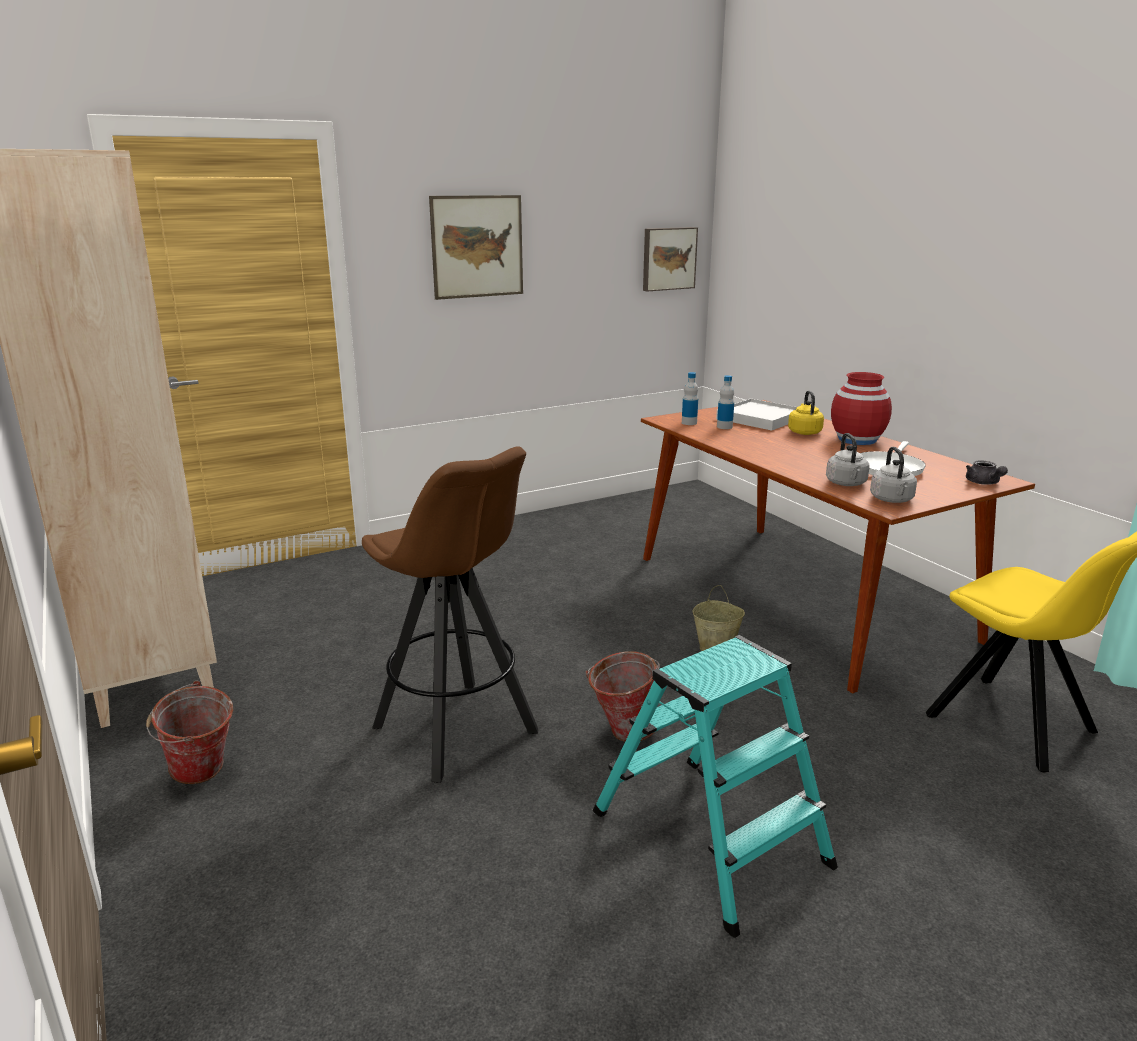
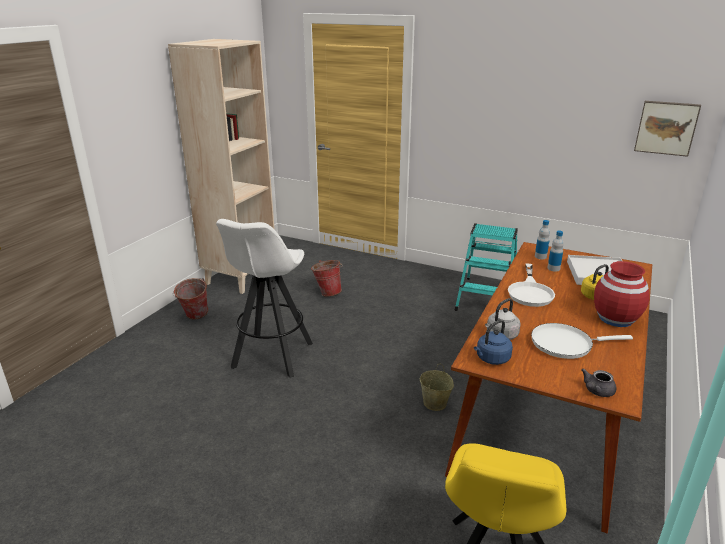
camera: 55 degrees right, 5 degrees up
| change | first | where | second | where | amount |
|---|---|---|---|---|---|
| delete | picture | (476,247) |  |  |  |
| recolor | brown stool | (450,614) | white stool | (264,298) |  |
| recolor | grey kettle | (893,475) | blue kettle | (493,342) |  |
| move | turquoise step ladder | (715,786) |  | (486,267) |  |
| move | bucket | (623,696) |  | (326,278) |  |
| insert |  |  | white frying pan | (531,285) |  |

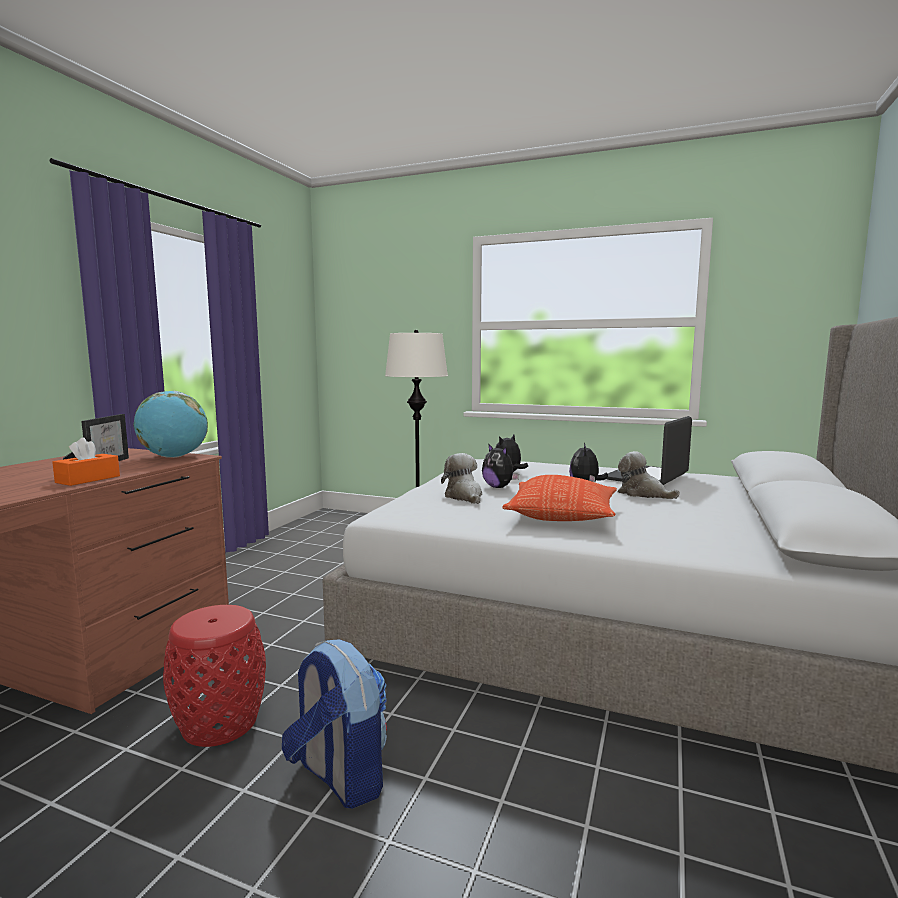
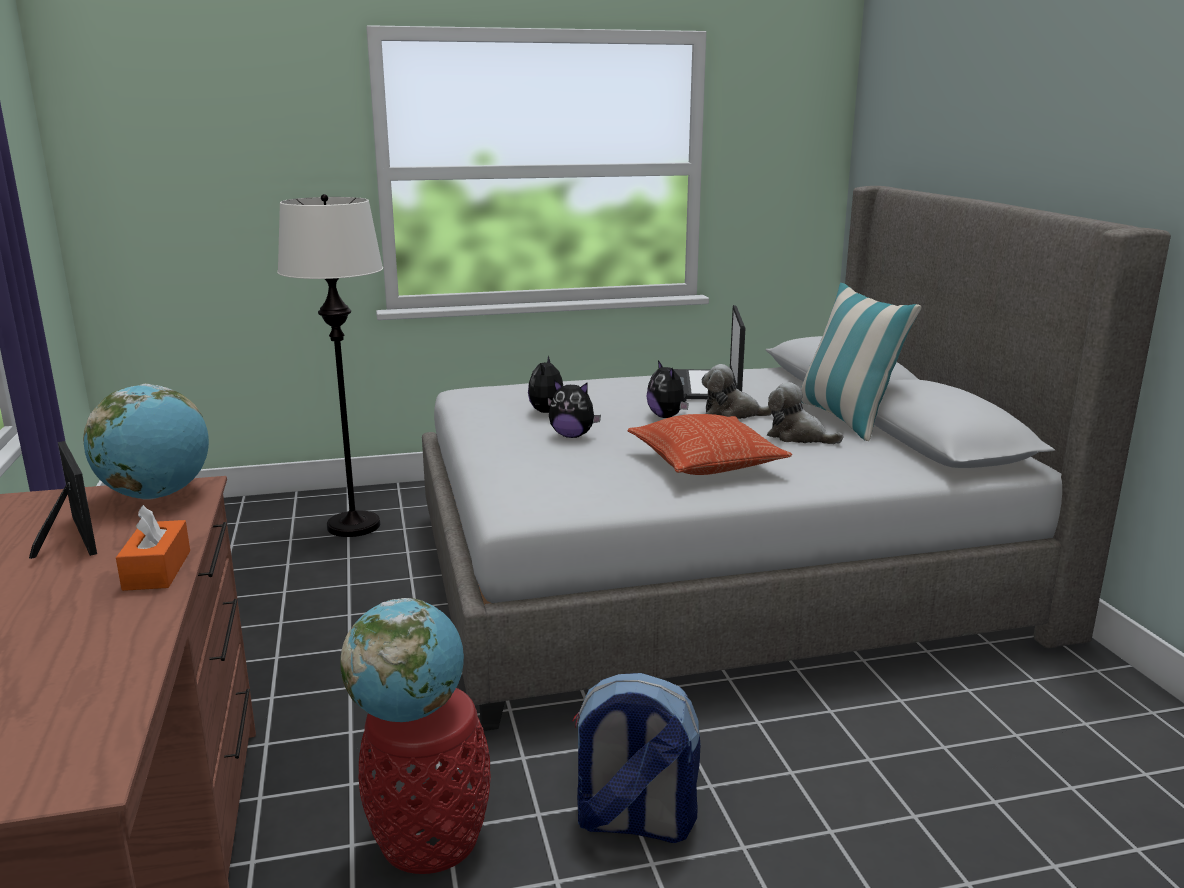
camera: 35 degrees left, 10 degrees up
| change | first | where | second | where | amount |
|---|---|---|---|---|---|
| move | plush toy | (461,478) |  | (805,413) |  |
| insert |  |  | pillow | (861,362) |  |
| insert |  |  | globe | (402,660) |  |

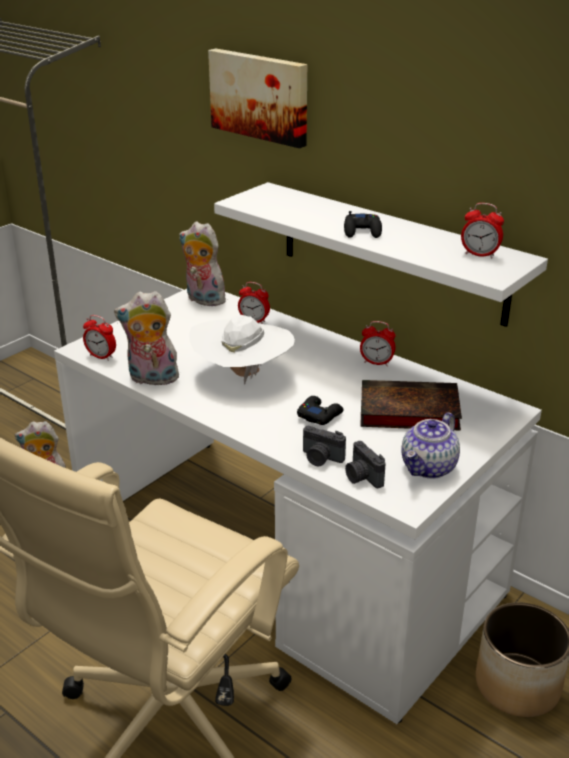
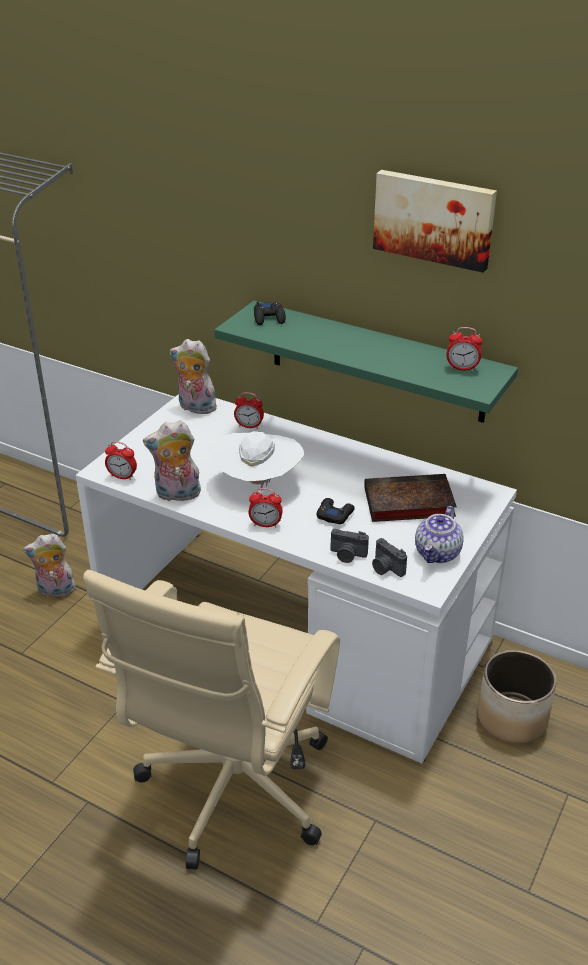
camera: 10 degrees left, 5 degrees up
| change | first | where | second | where | amount |
|---|---|---|---|---|---|
| move | picture | (257,98) |  | (435,221) |  |
| recolor | white shelf | (381,254) | green shelf | (366,362) |  |
| move | black game controller | (363,224) |  | (270,313) |  |
| move | alarm clock | (378,343) |  | (265,507) |  |

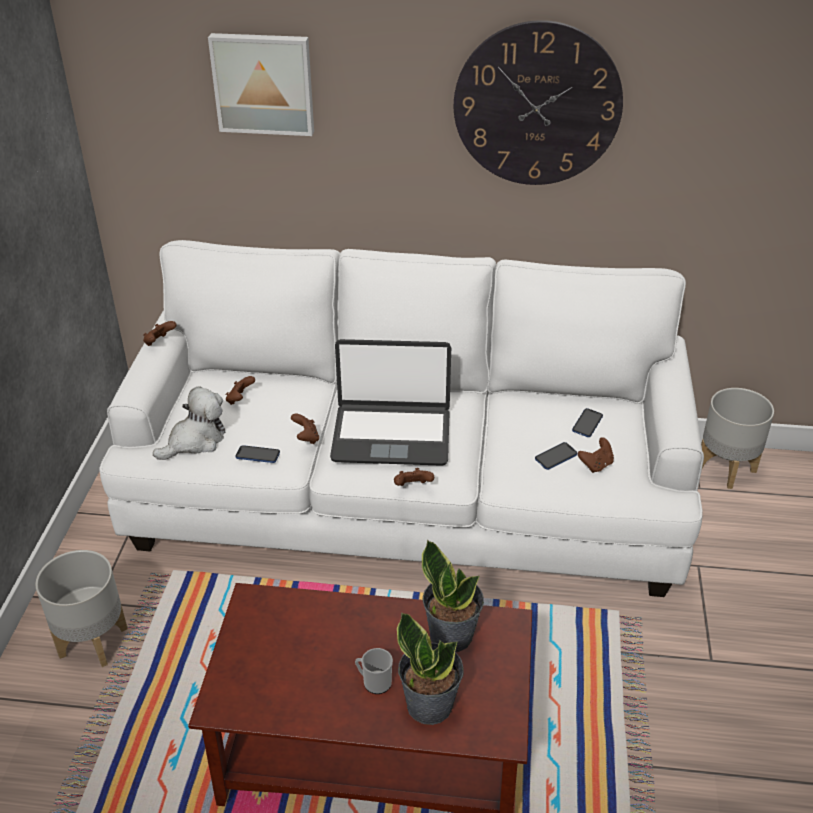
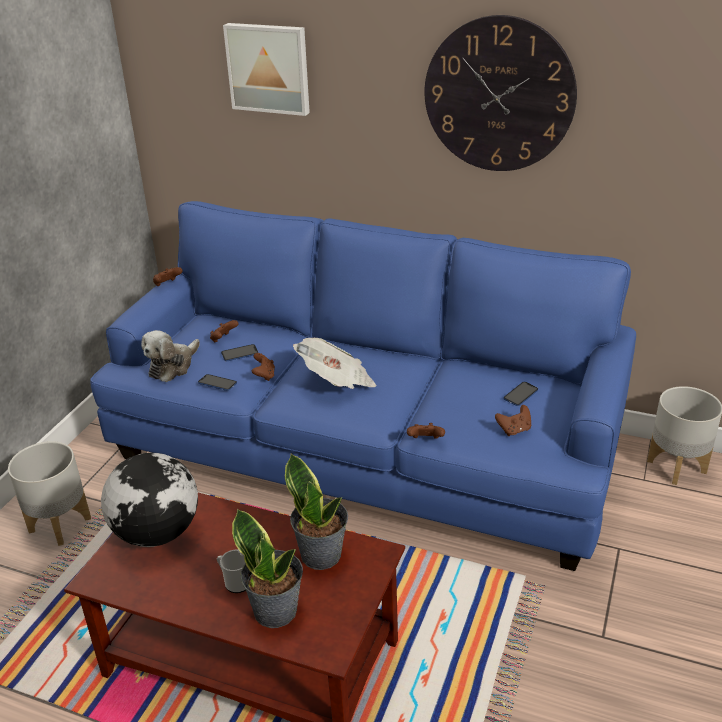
camera: 15 degrees right, 5 degrees down
| change | first | where | second | where | amount |
|---|---|---|---|---|---|
| recolor | white sofa | (402,418) | blue sofa | (363,386) |  |
| replace | laptop | (390,402) | newspaper | (335,363) |  |
| rotate | plush toy | (189,423) |  | (170,356) | 150 degrees clockwise |
| move | phone | (556,456) |  | (239,352) |  |
| move | brown game controller | (414,477) |  | (426,431) |  |
| insert |  |  | globe | (149,500) |  |

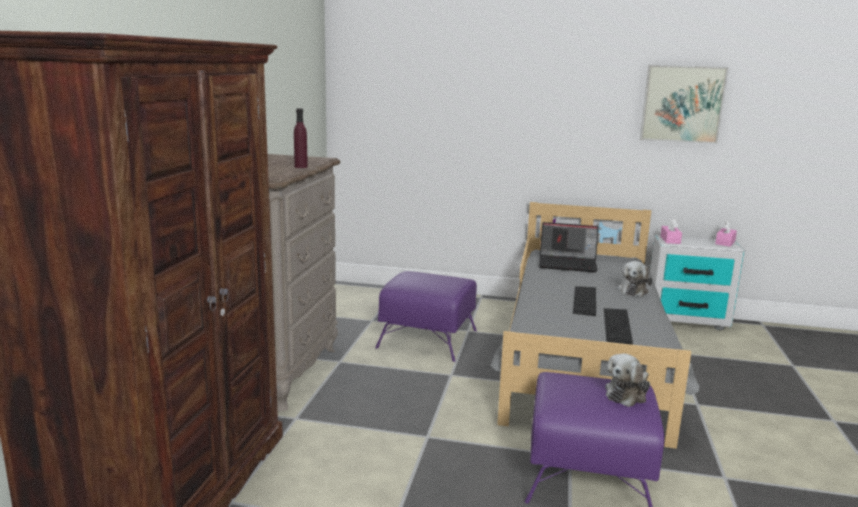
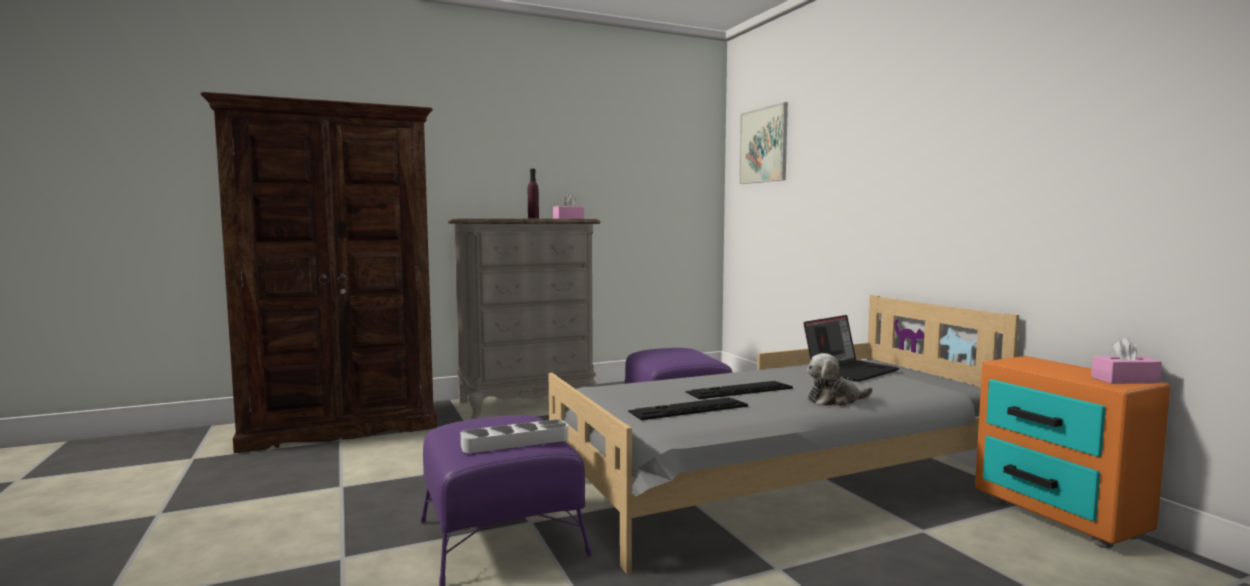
camera: 55 degrees right, 10 degrees down
| change | first | where | second | where | amount |
|---|---|---|---|---|---|
| move | picture | (684,104) |  | (763,143) |  |
| move | pink tissue box | (671,231) |  | (568,207) |  |
| rotate | laptop | (569,247) |  | (851,348) | 105 degrees counterclockwise |
| recolor | white nightstand | (697,282) | orange nightstand | (1072,452) |  |
| replace | plush toy | (627,380) | grey tray | (514,436) |  |

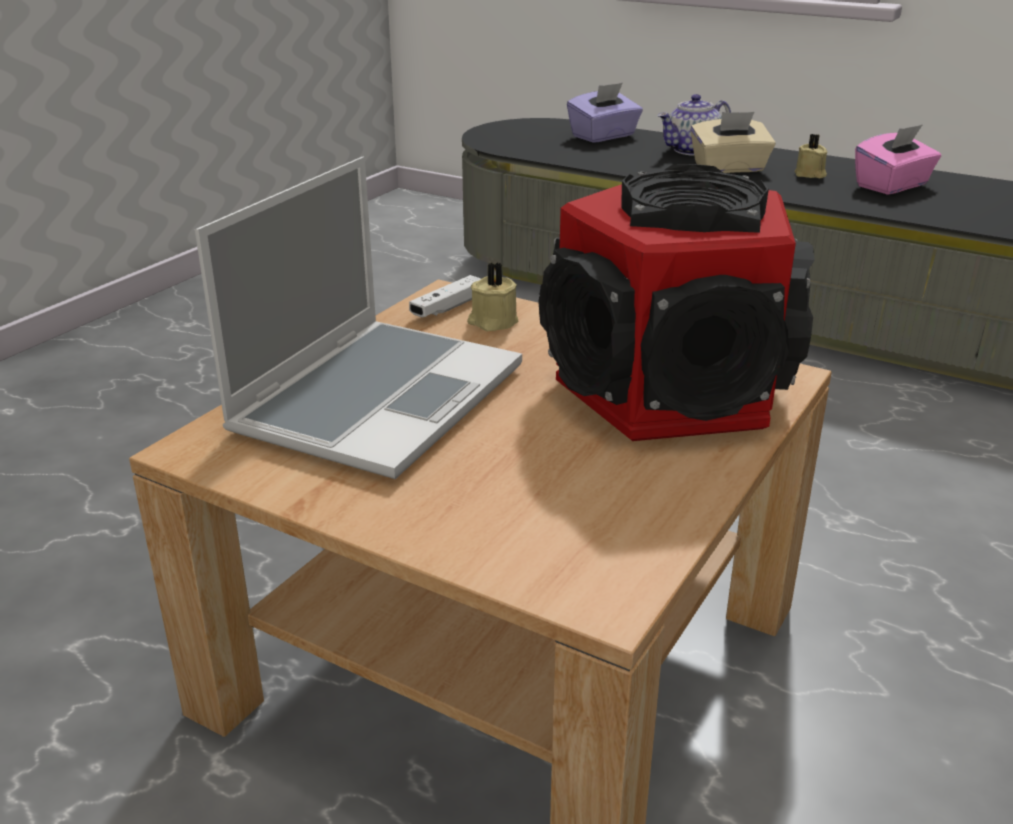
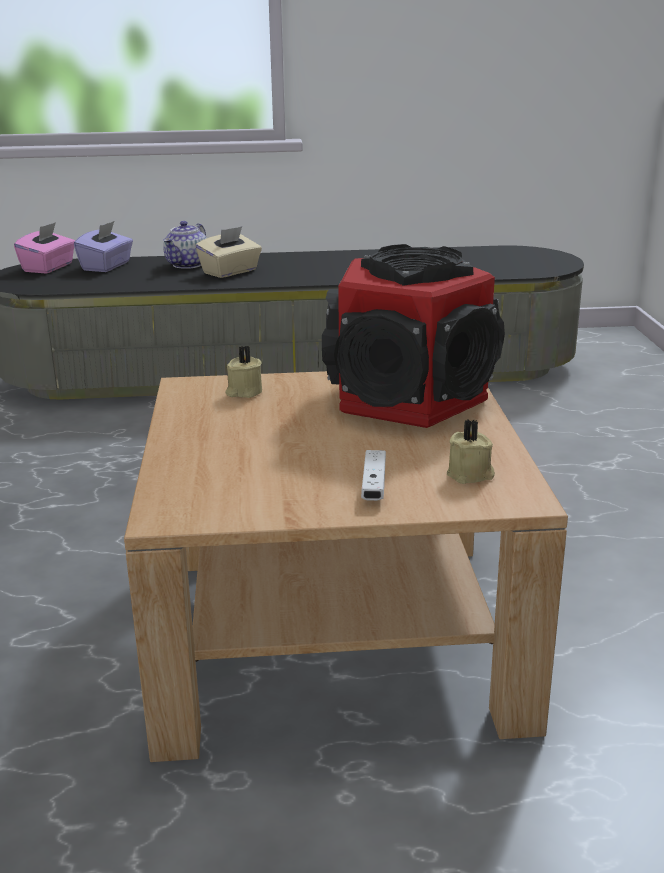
camera: 35 degrees left, 5 degrees down
| change | first | where | second | where | amount |
|---|---|---|---|---|---|
| move | pink tissue box | (898,160) |  | (44,247) |  |
| move | beige candle | (810,156) |  | (471,452) |  |
| delete | laptop | (358,317) |  |  |  |
| move | white game controller | (445,296) |  | (373,475) |  |

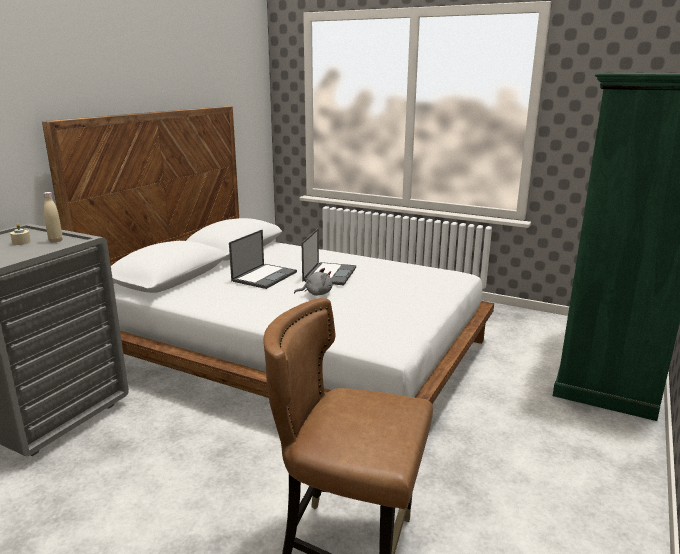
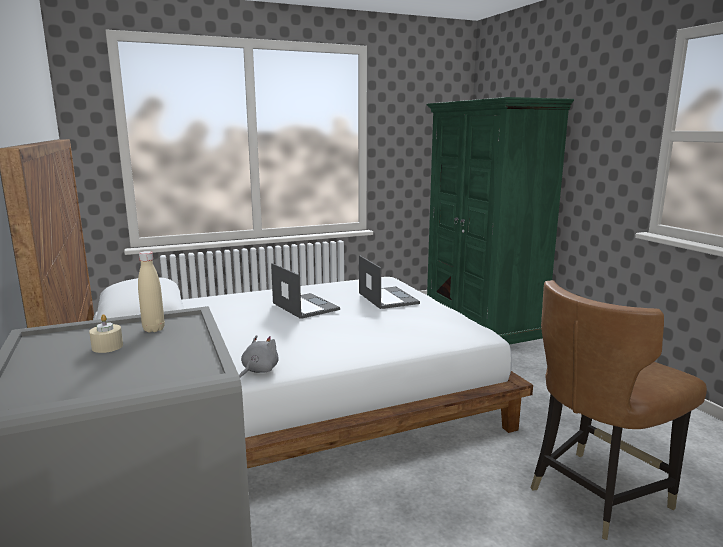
camera: 50 degrees left, 5 degrees down
| change | first | where | second | where | amount |
|---|---|---|---|---|---|
| move | laptop | (263,259) |  | (389,282) |  |
| move | grey plush toy | (313,282) |  | (259,356) |  |

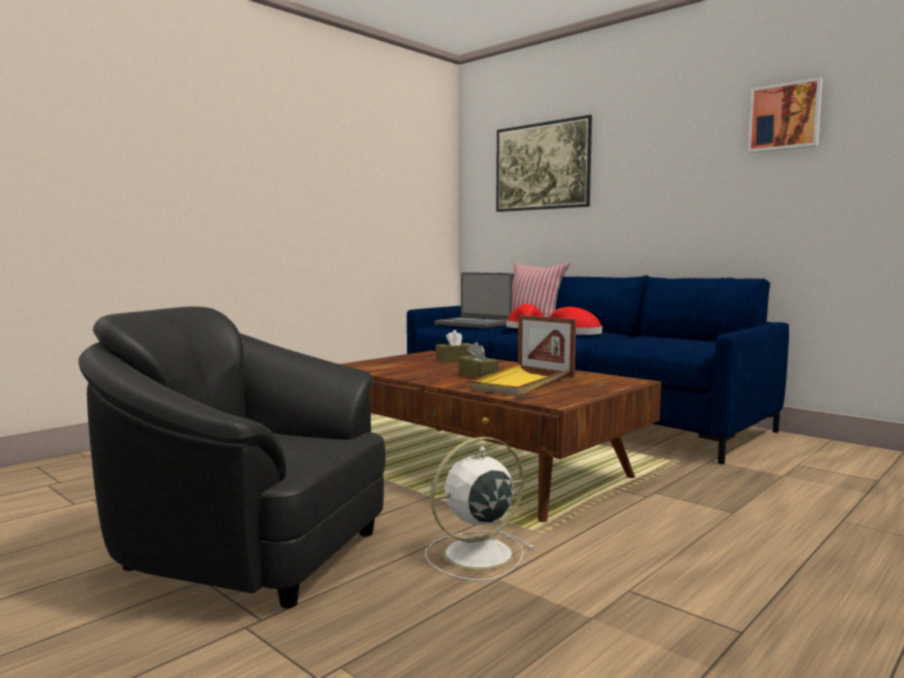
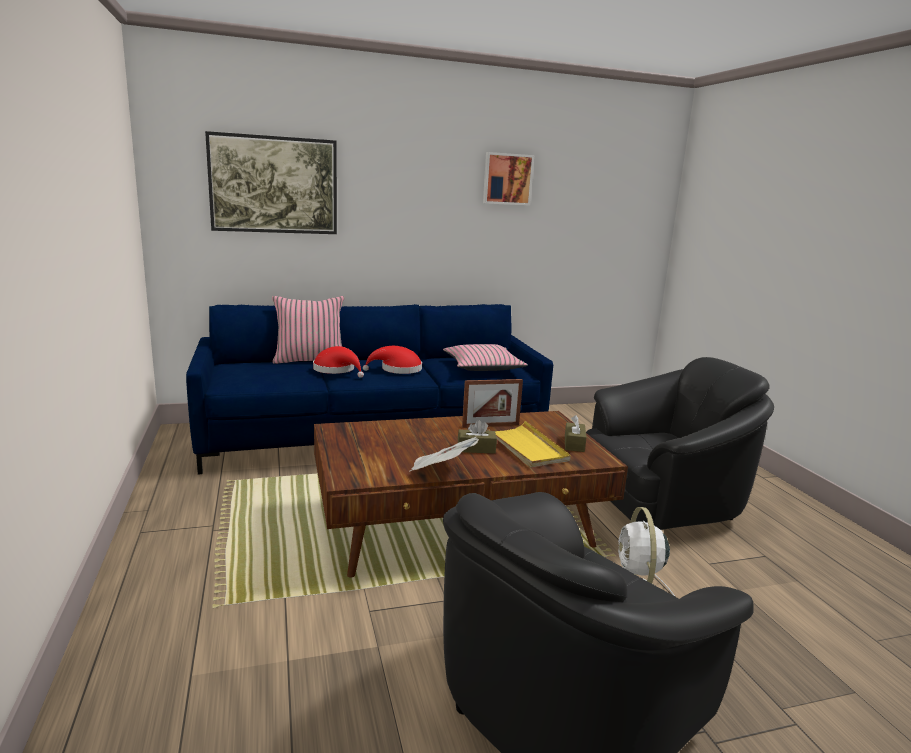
camera: 60 degrees left, 10 degrees up
| change | first | where | second | where | amount |
|---|---|---|---|---|---|
| delete | laptop | (473,300) |  |  |  |
| move | brown tissue box | (455,346) |  | (576,433) |  |
| insert |  |  | pink pillow | (485,357) |  |
| insert |  |  | black armchair | (680,443) |  |
| insert |  |  | newspaper | (444,454) |  |

